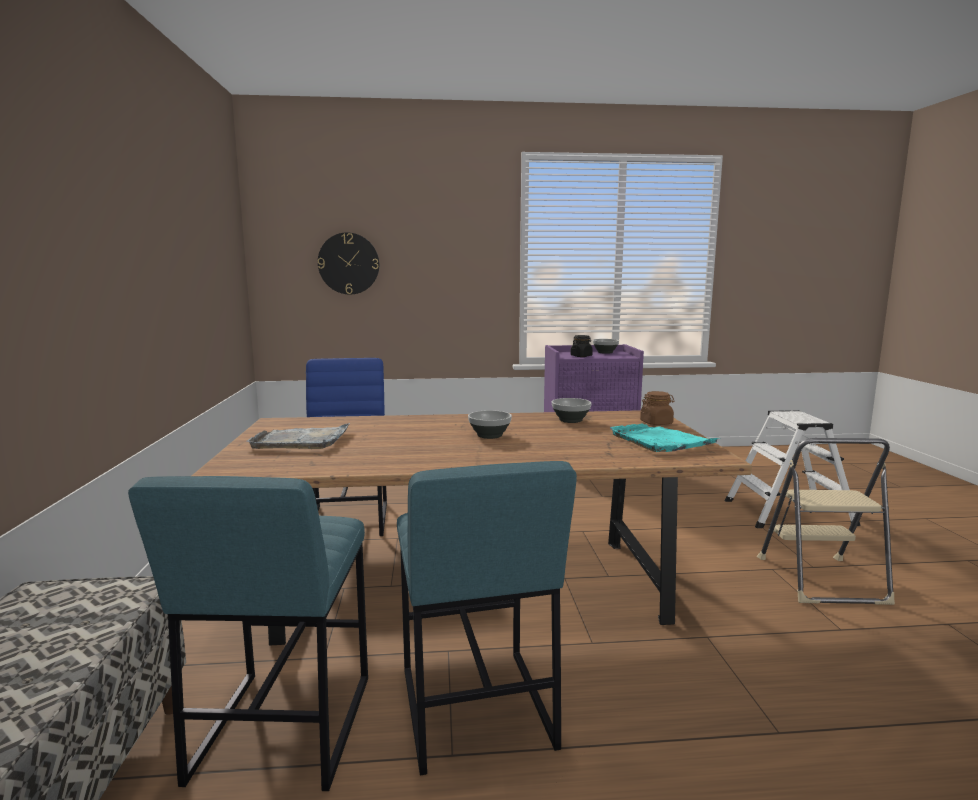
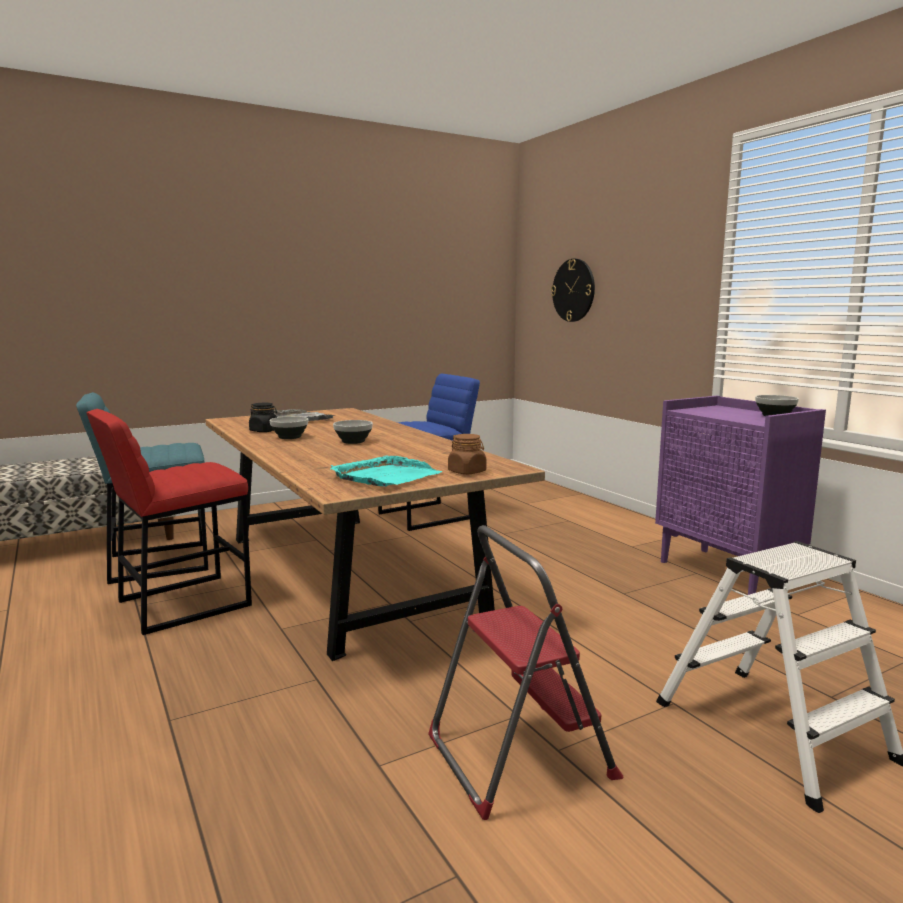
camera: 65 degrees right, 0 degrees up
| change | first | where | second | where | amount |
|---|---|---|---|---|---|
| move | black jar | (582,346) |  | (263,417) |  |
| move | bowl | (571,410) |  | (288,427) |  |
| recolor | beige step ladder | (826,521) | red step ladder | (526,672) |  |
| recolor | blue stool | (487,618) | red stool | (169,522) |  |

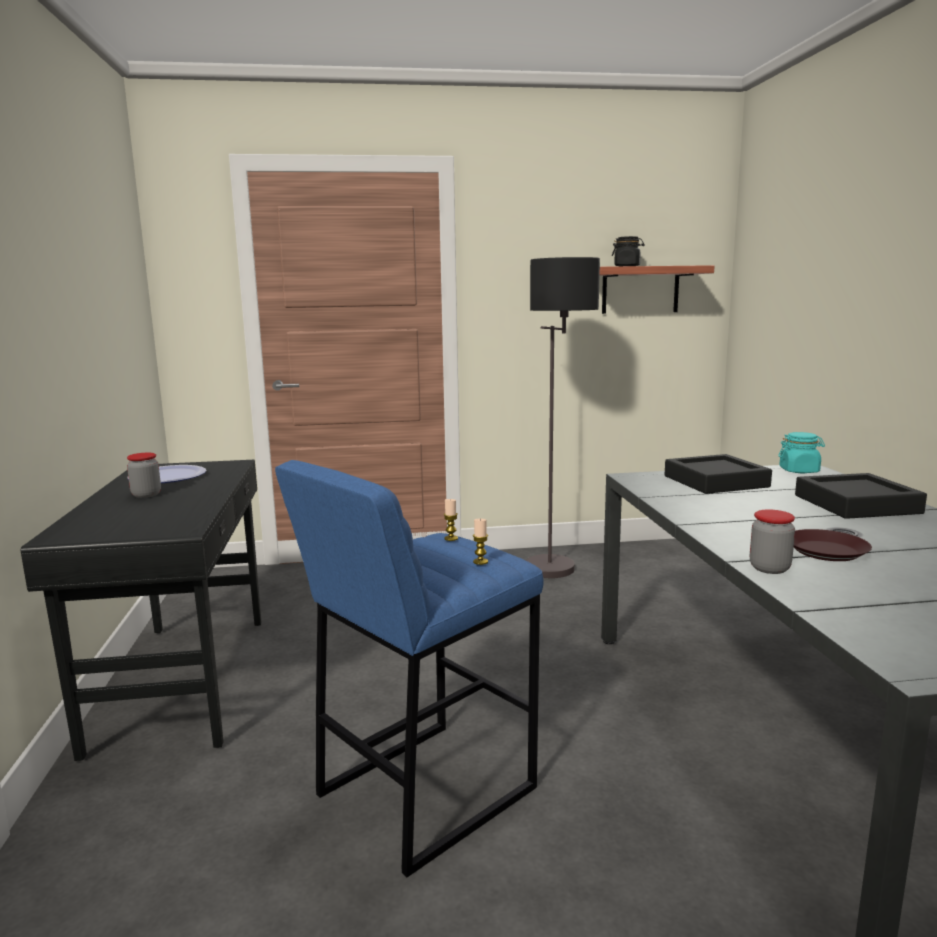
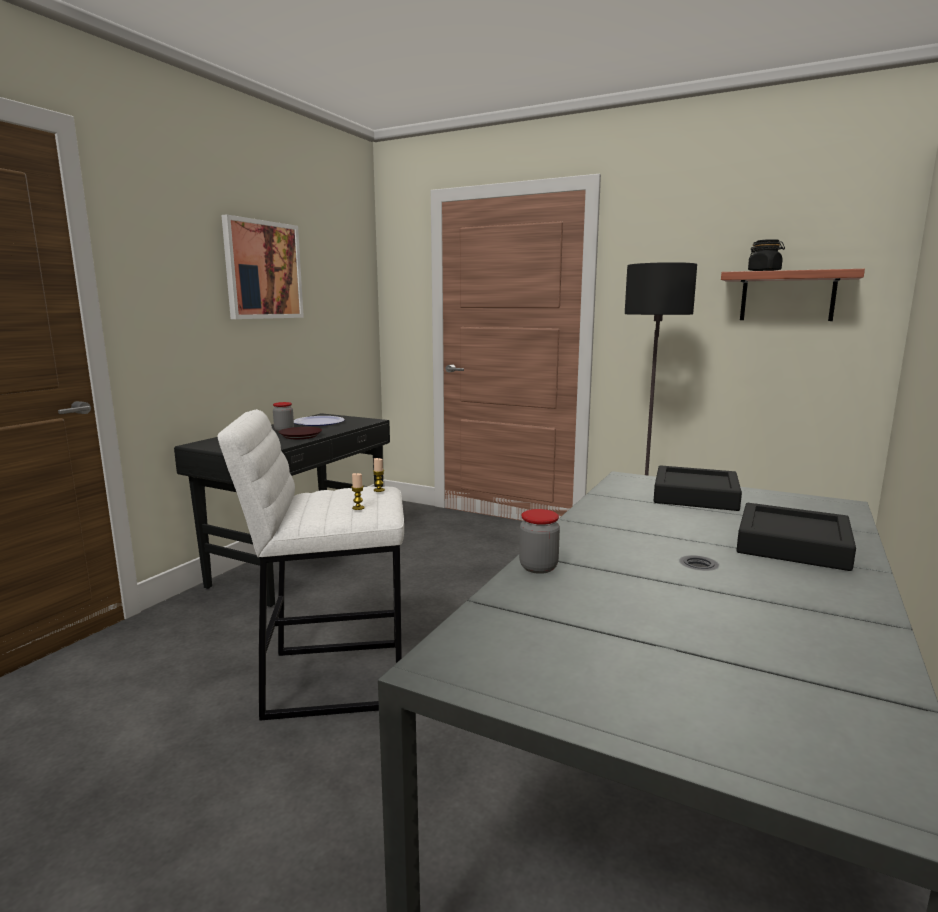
camera: 35 degrees right, 0 degrees up
| change | first | where | second | where | amount |
|---|---|---|---|---|---|
| delete | turquoise jar | (801,452) |  |  |  |
| recolor | blue stool | (409,668) | white stool | (311,565) |  |
| move | brown plate | (833,545) |  | (300,433) |  |
| insert |  |  | picture | (262,266) |  |

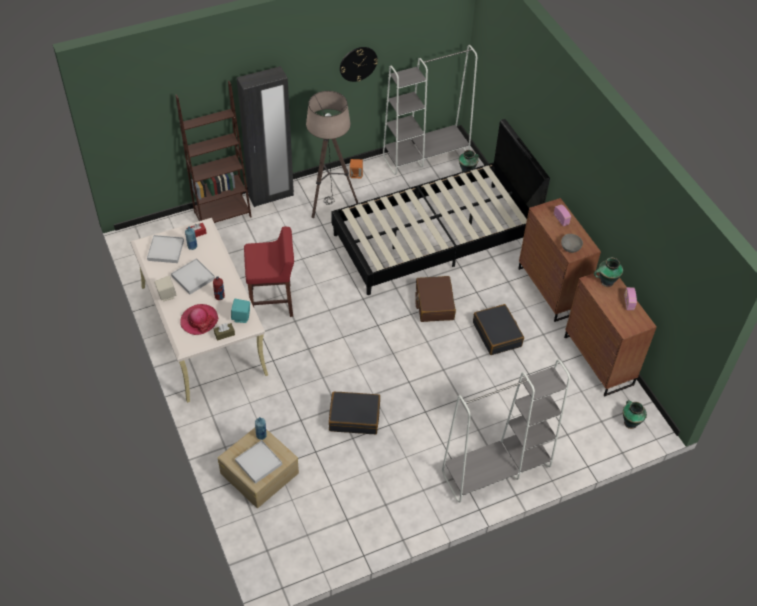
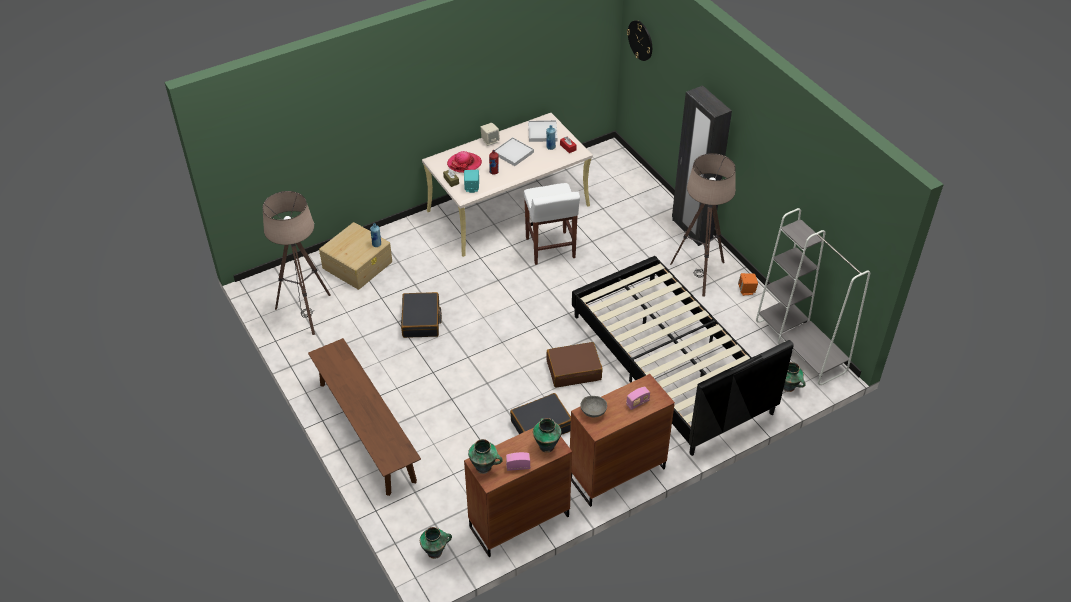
camera: 85 degrees right, 5 degrees down
| change | first | where | second | where | amount |
|---|---|---|---|---|---|
| move | wall clock | (359,64) |  | (639,40) |  |
| delete | brown bookcase | (213,152) |  |  |  |
| recolor | red stool | (269,272) | white stool | (552,224) |  |
| replace | grey clothes rack | (506,431) | brown bench | (364,417) |  |
| delete | white tray | (258,462) |  |  |  |
| insert |  |  | floor lamp | (296,263) |  |
| insert |  |  | vase | (485,456) |  |

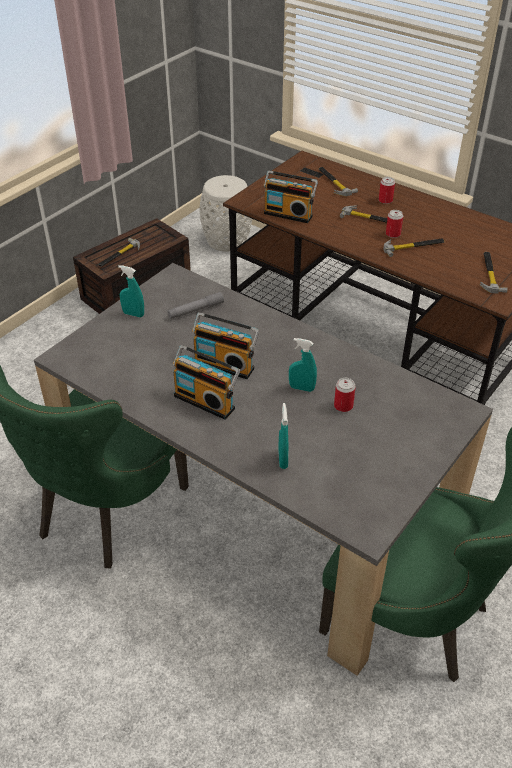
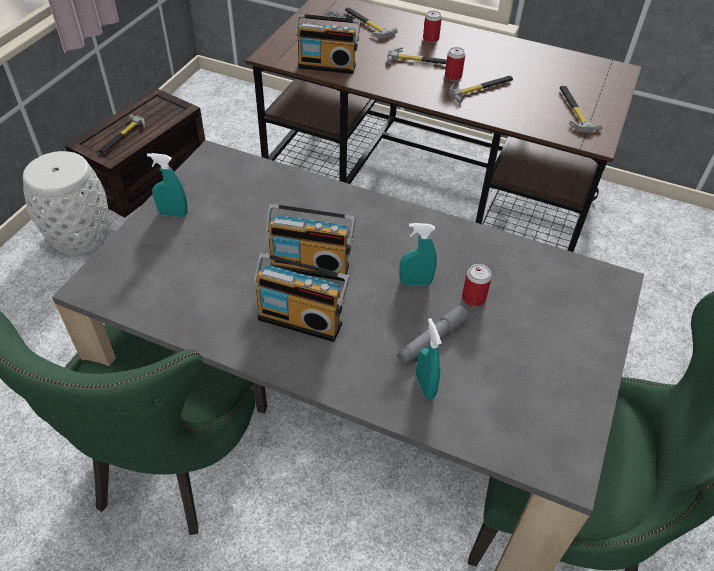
camera: 15 degrees left, 5 degrees up
| change | first | where | second | where | amount |
|---|---|---|---|---|---|
| move | white stool | (225,213) |  | (66,203) |  |
| move | grey flashlight | (195,305) |  | (433,334) |  |

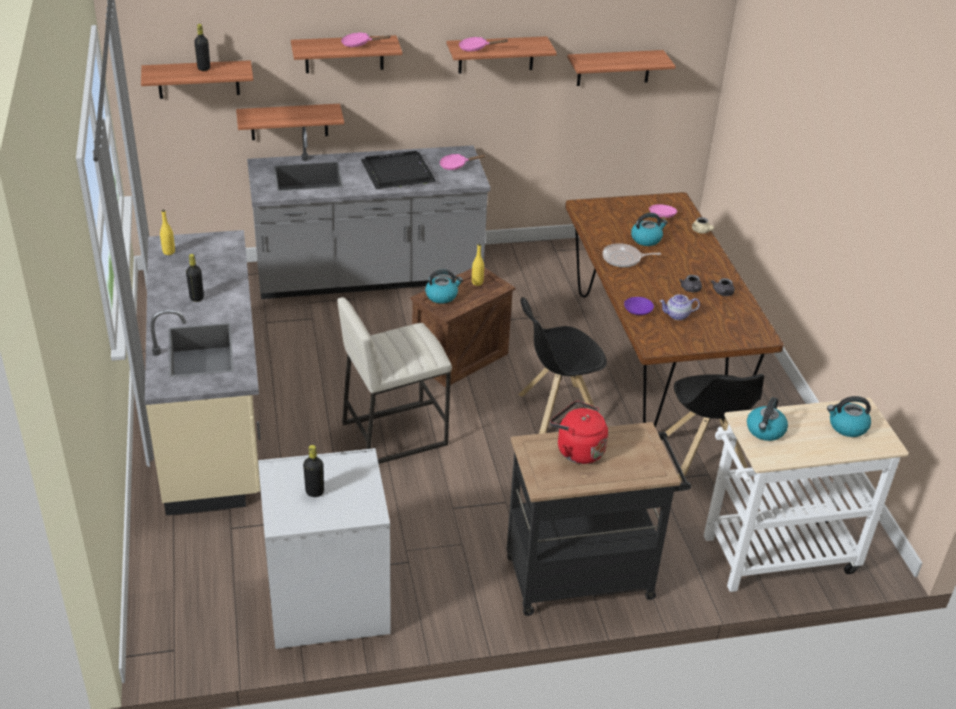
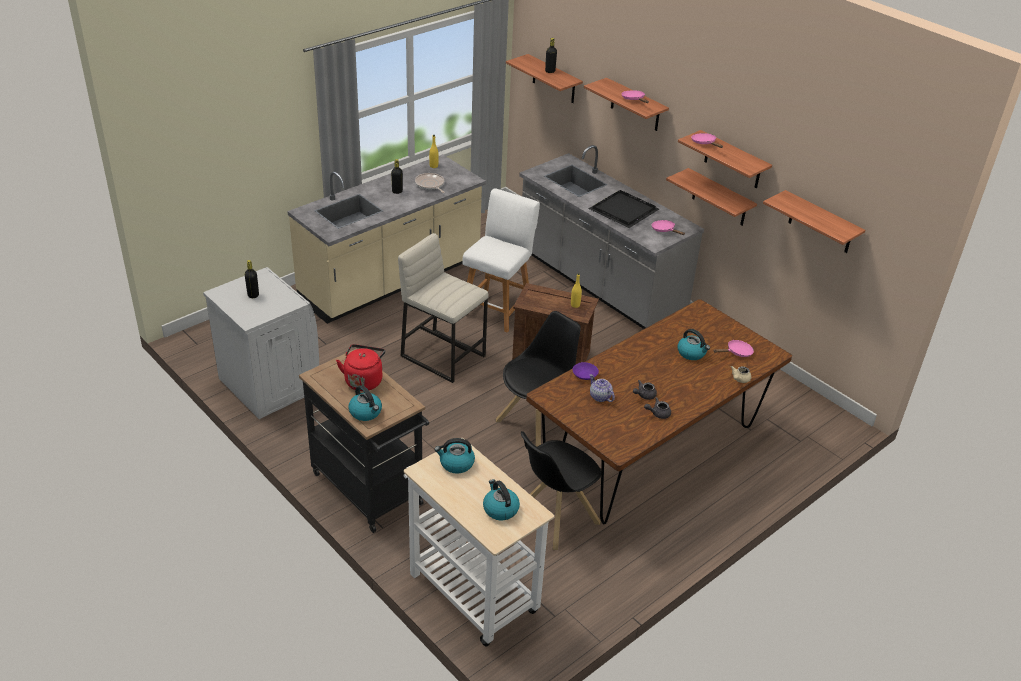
camera: 60 degrees right, 0 degrees up
| change | first | where | second | where | amount |
|---|---|---|---|---|---|
| move | shelf | (290,122) |  | (711,197) |  |
| move | frying pan | (631,255) |  | (430,183) |  |
| move | kettle | (444,287) |  | (365,403) |  |
| rotate | black chair | (562,365) |  | (538,379) | 90 degrees clockwise |
| insert |  |  | white stool | (501,260) |  |

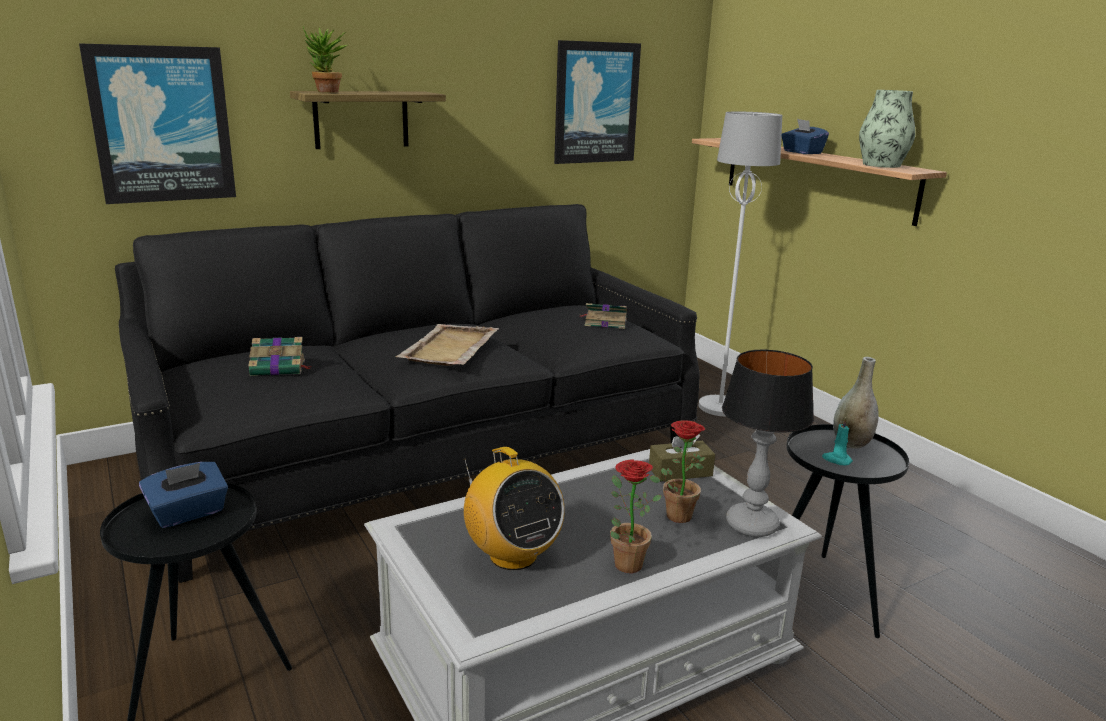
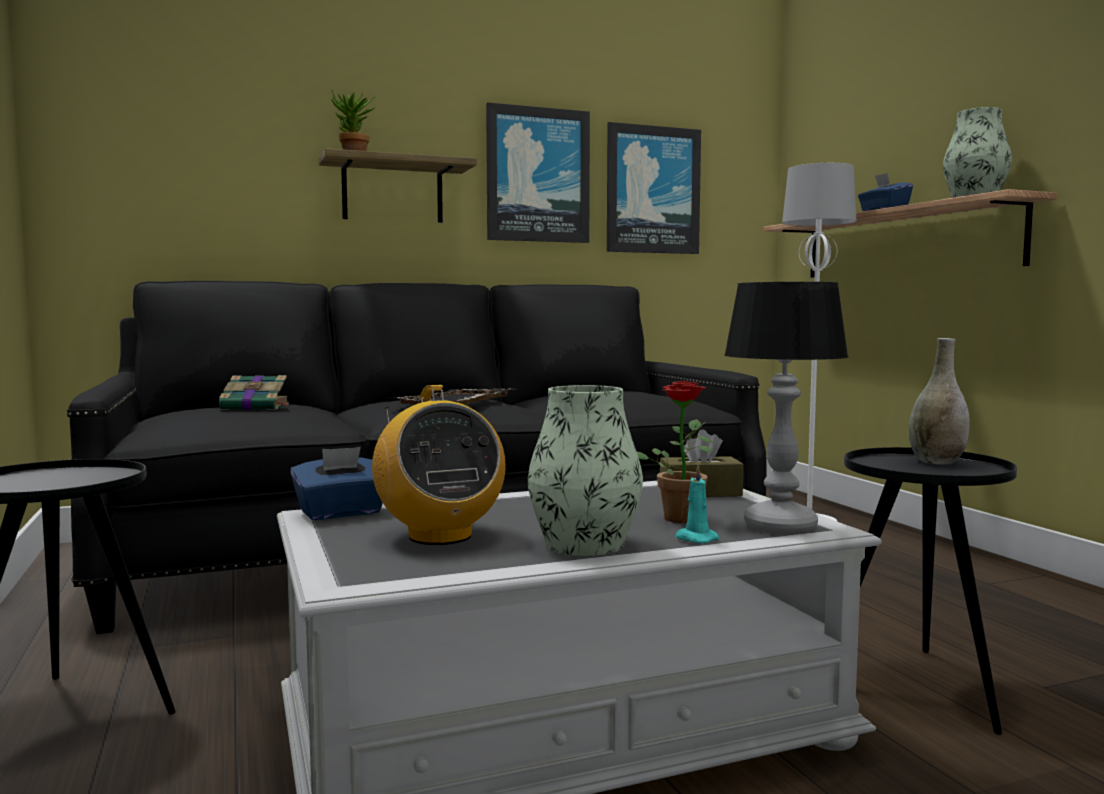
camera: 10 degrees right, 15 degrees down
| change | first | where | second | where | amount |
|---|---|---|---|---|---|
| move | picture | (157,123) |  | (538,172) |  |
| delete | book | (603,316) |  |  |  |
| recolor | beige tray | (447,345) | black tray | (453,396) |  |
| move | turquoise candle | (837,441) |  | (697,503) |  |
| replace | potted plant | (636,516) | vase | (585,470) |  |
| move | blue tissue box | (183,495) |  | (336,483) |  |

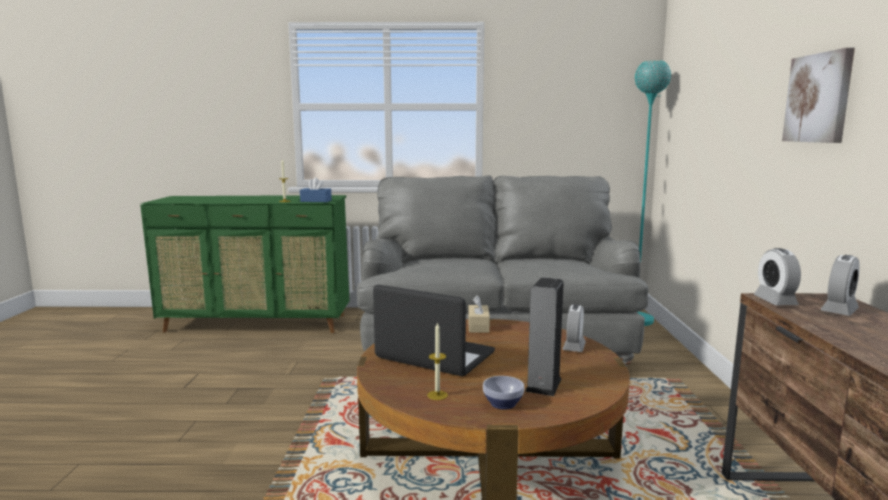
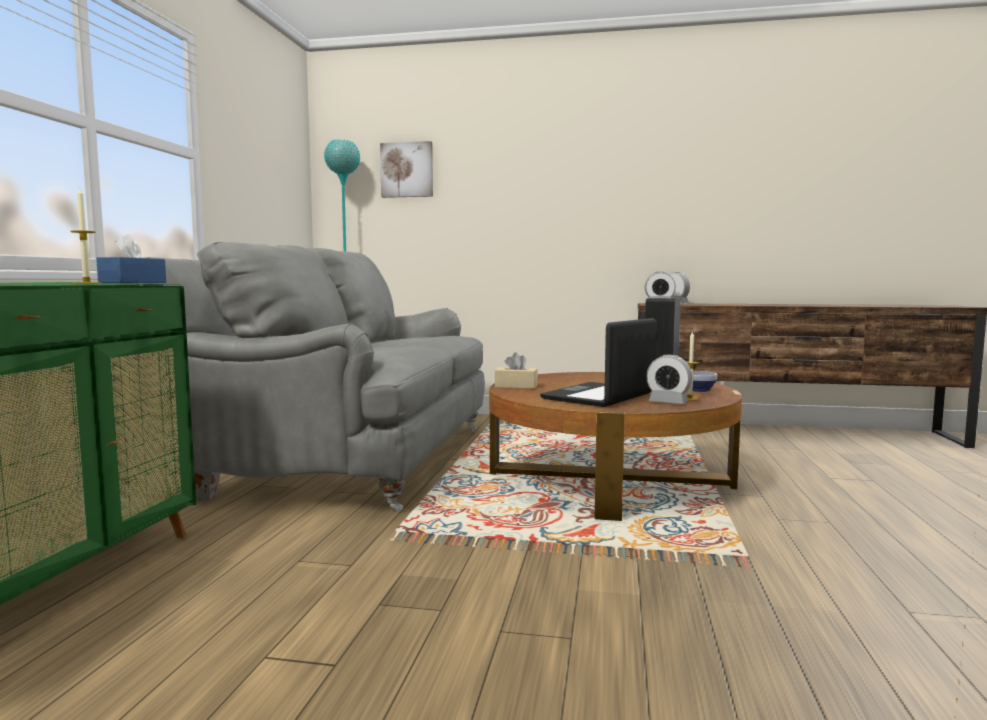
camera: 80 degrees left, 5 degrees down
| change | first | where | second | where | amount |
|---|---|---|---|---|---|
| move | picture | (818,95) |  | (406,169) |  |
| move | alarm clock | (574,328) |  | (669,379) |  |

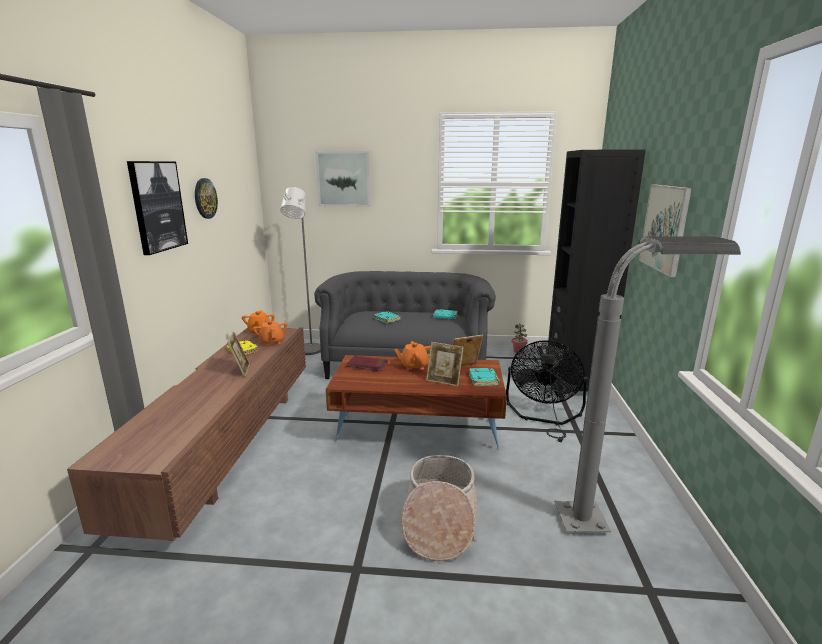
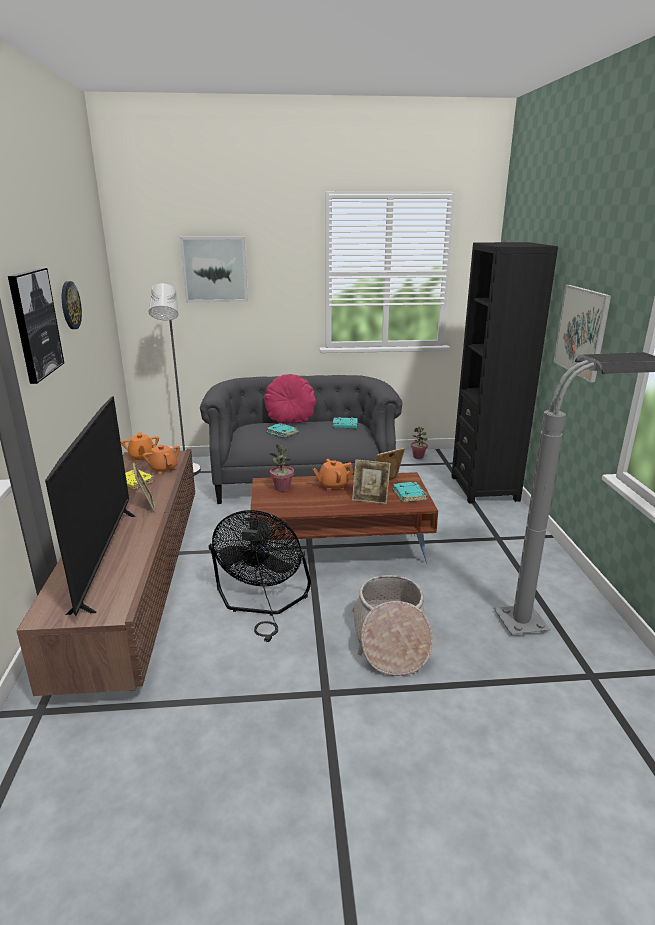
camera: 10 degrees left, 5 degrees up
| change | first | where | second | where | amount |
|---|---|---|---|---|---|
| move | black fan | (546,391) |  | (259,576) |  |
| replace | red book | (367,363) | potted plant | (282,467) |  |
| insert |  |  | pink pillow | (290,399) |  |
| insert |  |  | television | (90,506) |  |

